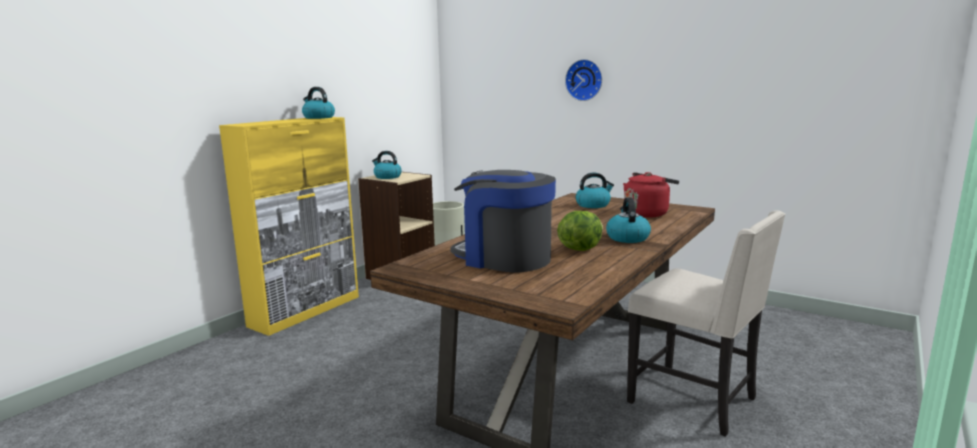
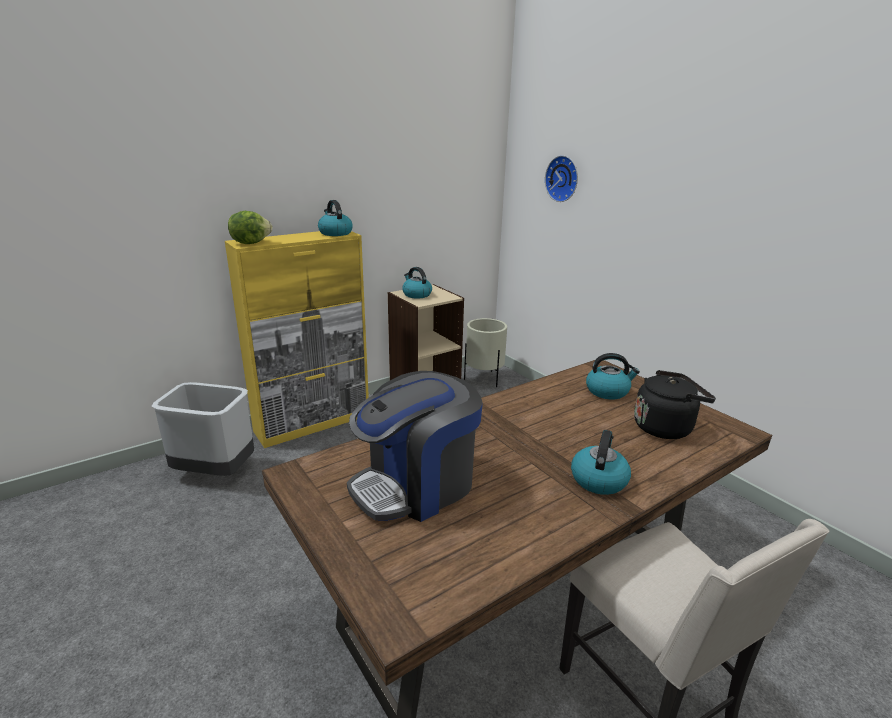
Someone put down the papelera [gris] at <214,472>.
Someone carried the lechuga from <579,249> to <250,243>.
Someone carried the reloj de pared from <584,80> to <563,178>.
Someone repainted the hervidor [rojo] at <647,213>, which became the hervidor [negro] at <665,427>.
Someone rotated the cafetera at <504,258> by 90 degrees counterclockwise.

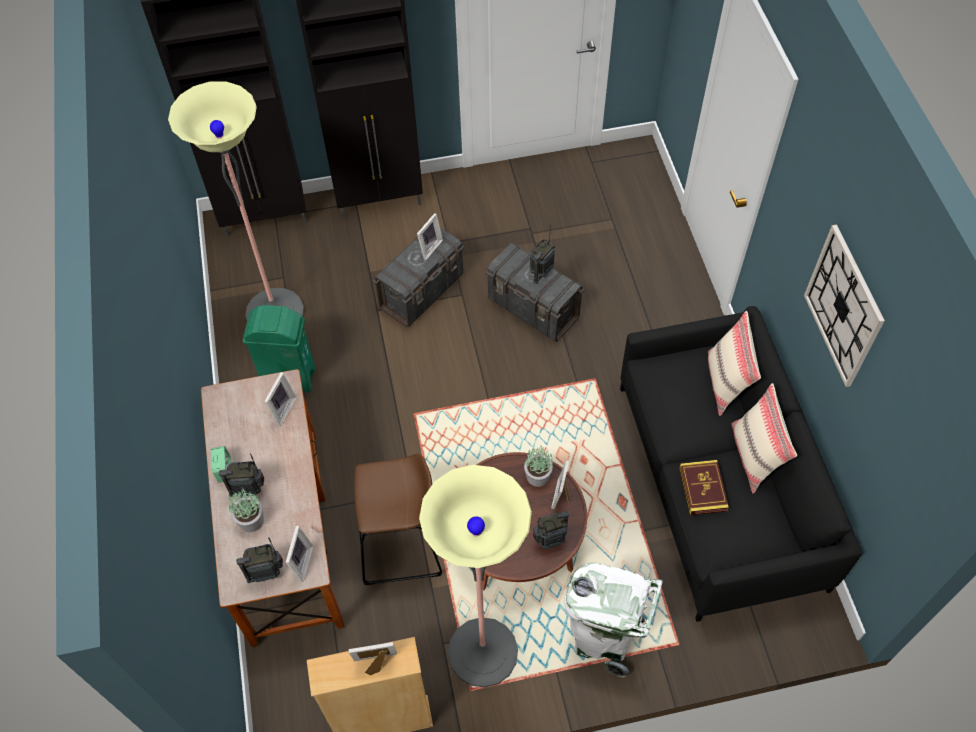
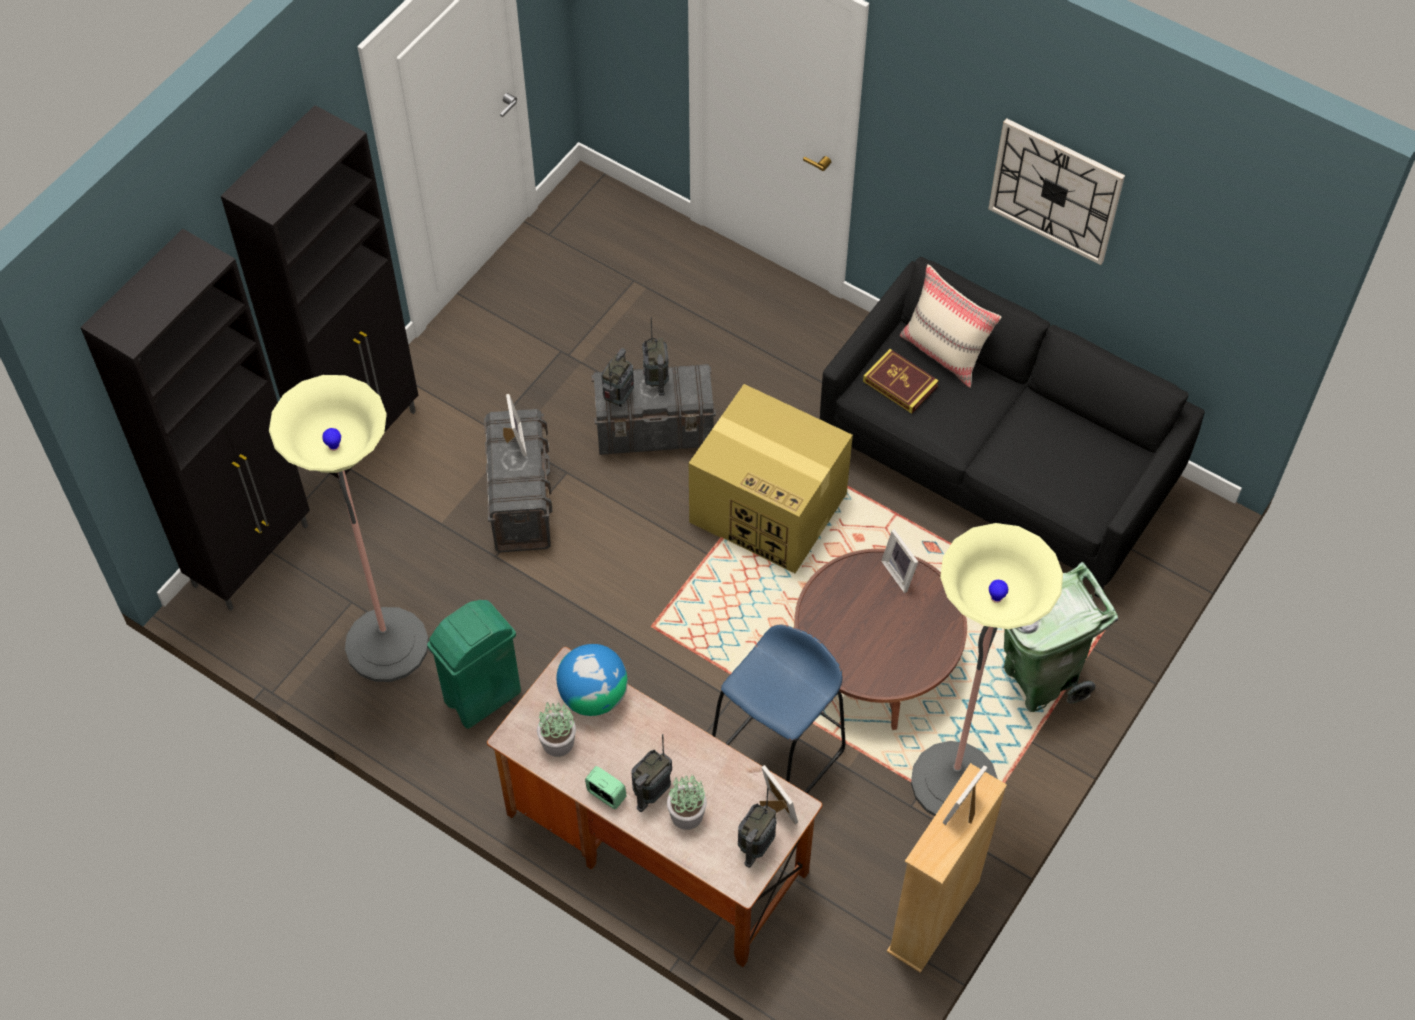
Someone took away the cojín [beis] at <754,456>.
Someone put down the caja de cartón at <770,508>.
Someone carried the planta en maceta from <537,476> to <557,743>.
Someone carried the radio from <550,540> to <619,397>.
Someone carried the libro from <703,489> to <900,384>.
Someone swapped the portarretratos at <281,409> for the globo terráqueo at <593,695>.
Someone repainted the taburete [marrón] at <400,545>, which became the taburete [azul] at <777,756>.
Someone repainted the papelera [blanco] at <603,638>, which became the papelera [verde] at <1040,679>.

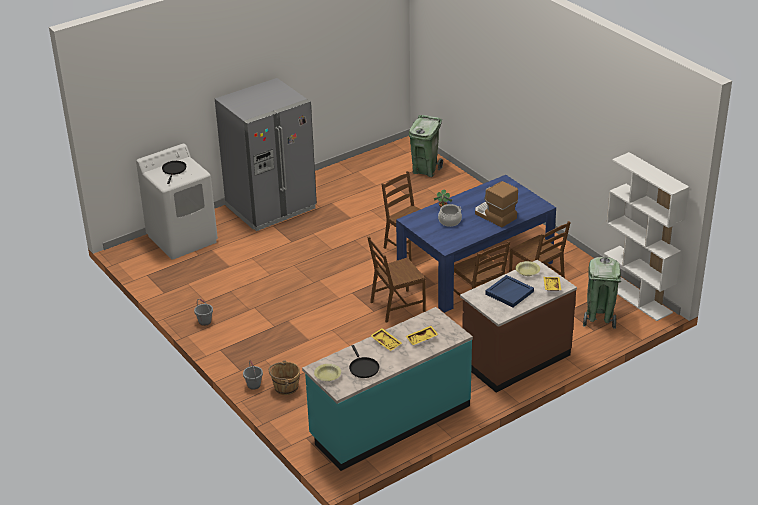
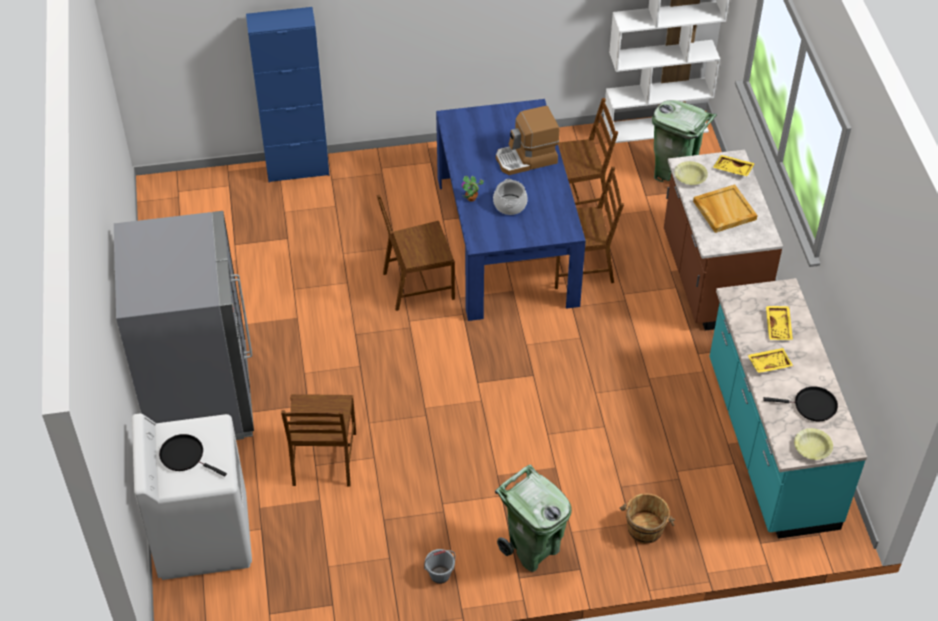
Someone took away the cubo [gris] at <254,385>.
Someone put down the armario [azul] at <297,169>.
Someone carried the silla [marrón] from <397,306> to <324,459>.
Someone carried the papelera [verde] from <425,170> to <532,549>.
Someone repainted the bandeja [azul] at <509,292>, which became the bandeja [beis] at <724,210>.

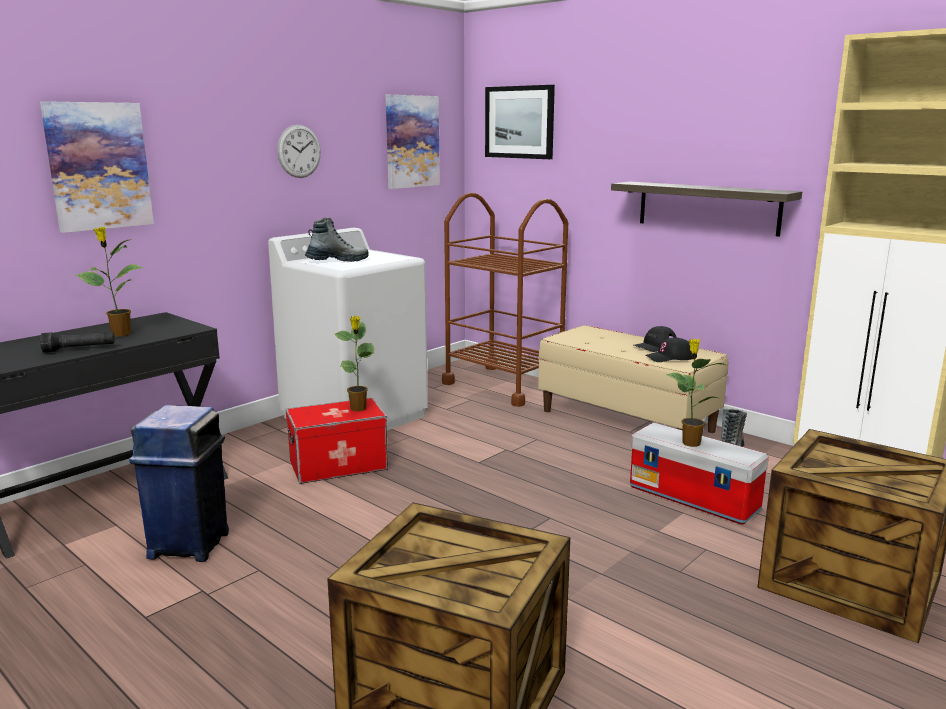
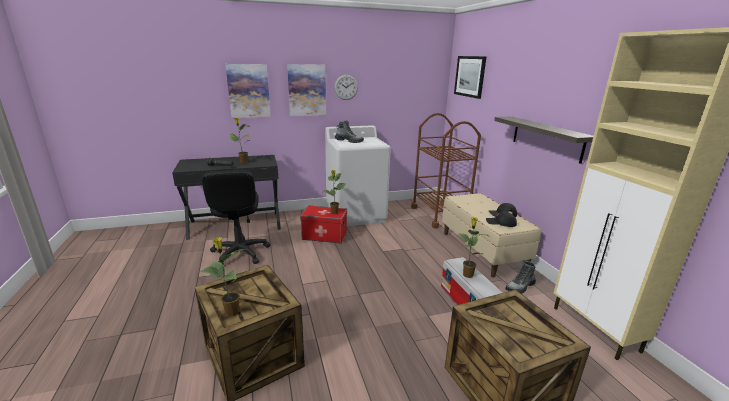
Someone put down the planta en maceta at <231,312>.
Someone carried the cuadro from <411,141> to <307,90>.
Someone swapped the papelera [azul] at <190,544> for the silla de oficina [negro] at <240,253>.

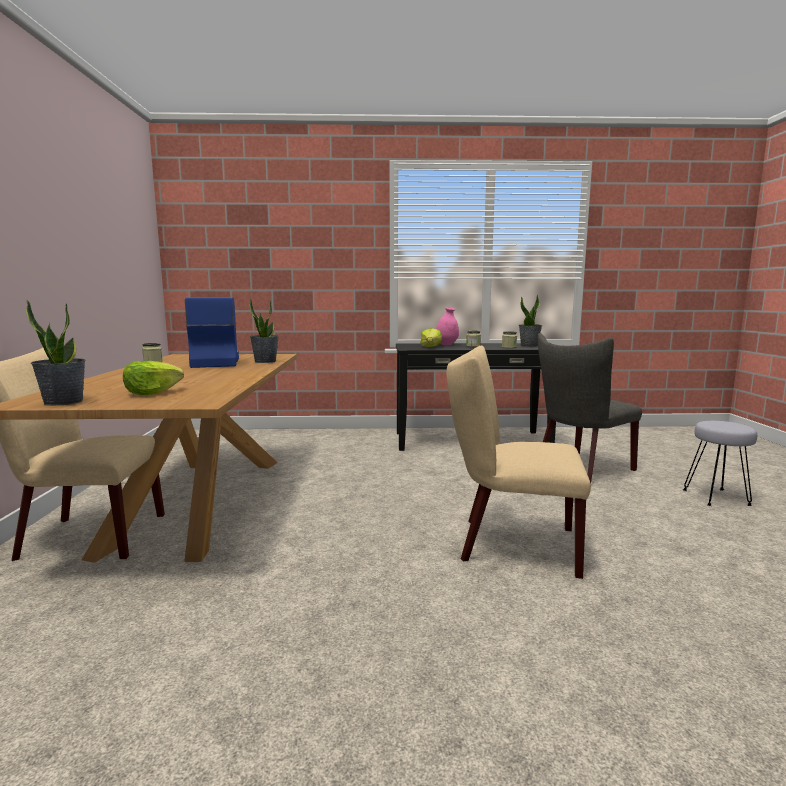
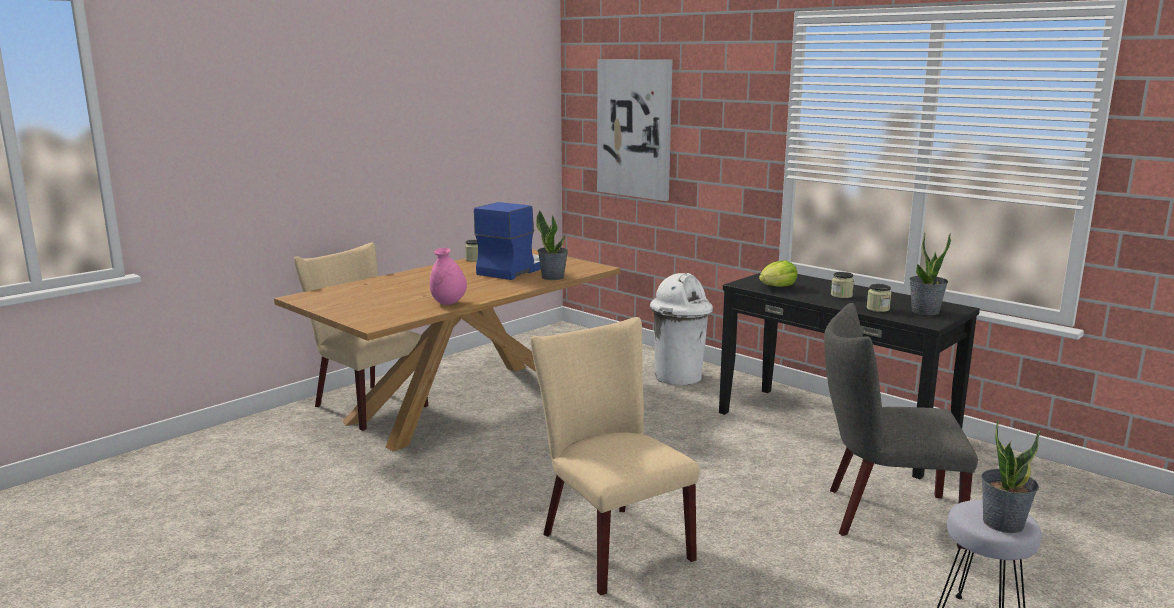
Someone took away the lechuga at <152,393>.
Someone put up the cuadro at <634,128>.
Someone put down the papelera [blanco] at <679,377>.
Someone carried the planta en maceta from <63,402> to <1003,523>.
Someone carried the florero [rosa] from <446,345> to <448,303>.

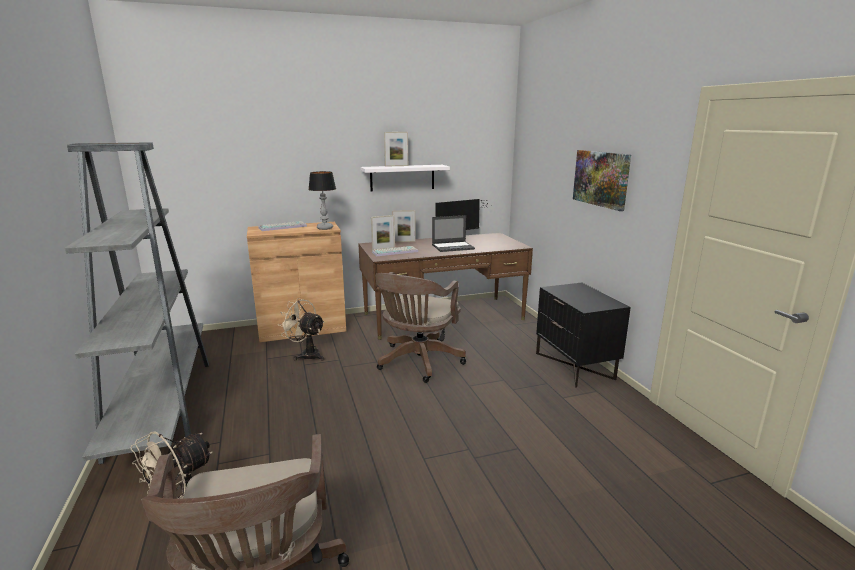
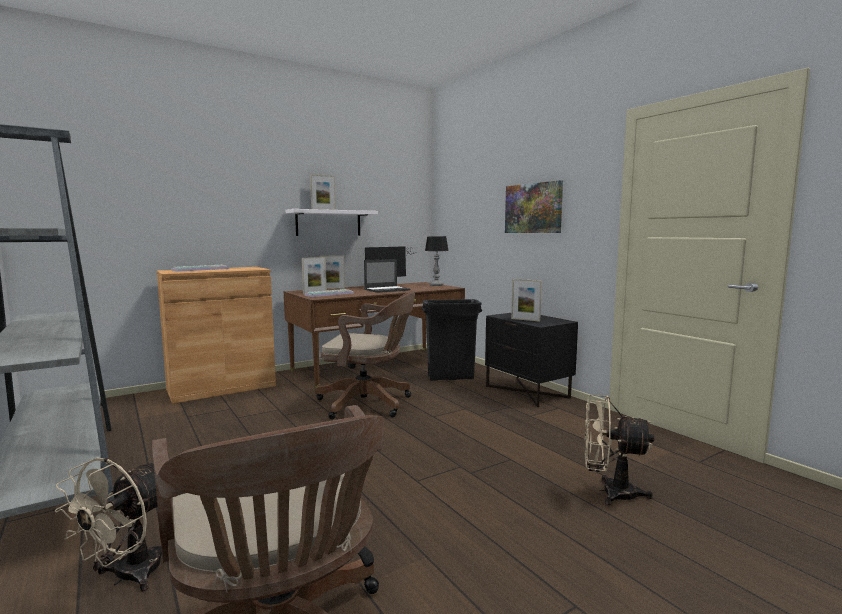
Someone put down the papelera [negro] at <451,378>.
Someone put down the portarretratos at <525,320>.
Someone carried the ventilador [beis] from <306,354> to <609,492>.
Someone carried the lámpara de mesa from <325,228> to <436,285>.
Someone rotated the silla de oficina [marrón] at <418,362> by 90 degrees counterclockwise.

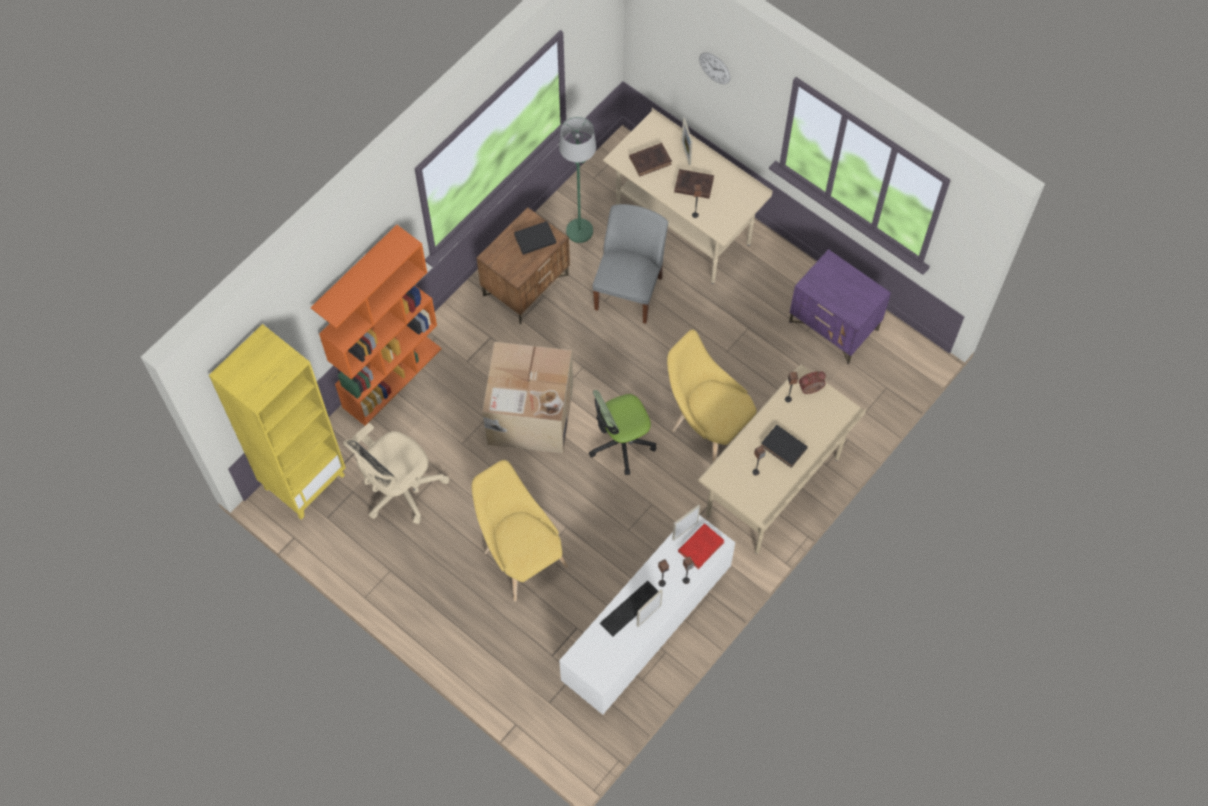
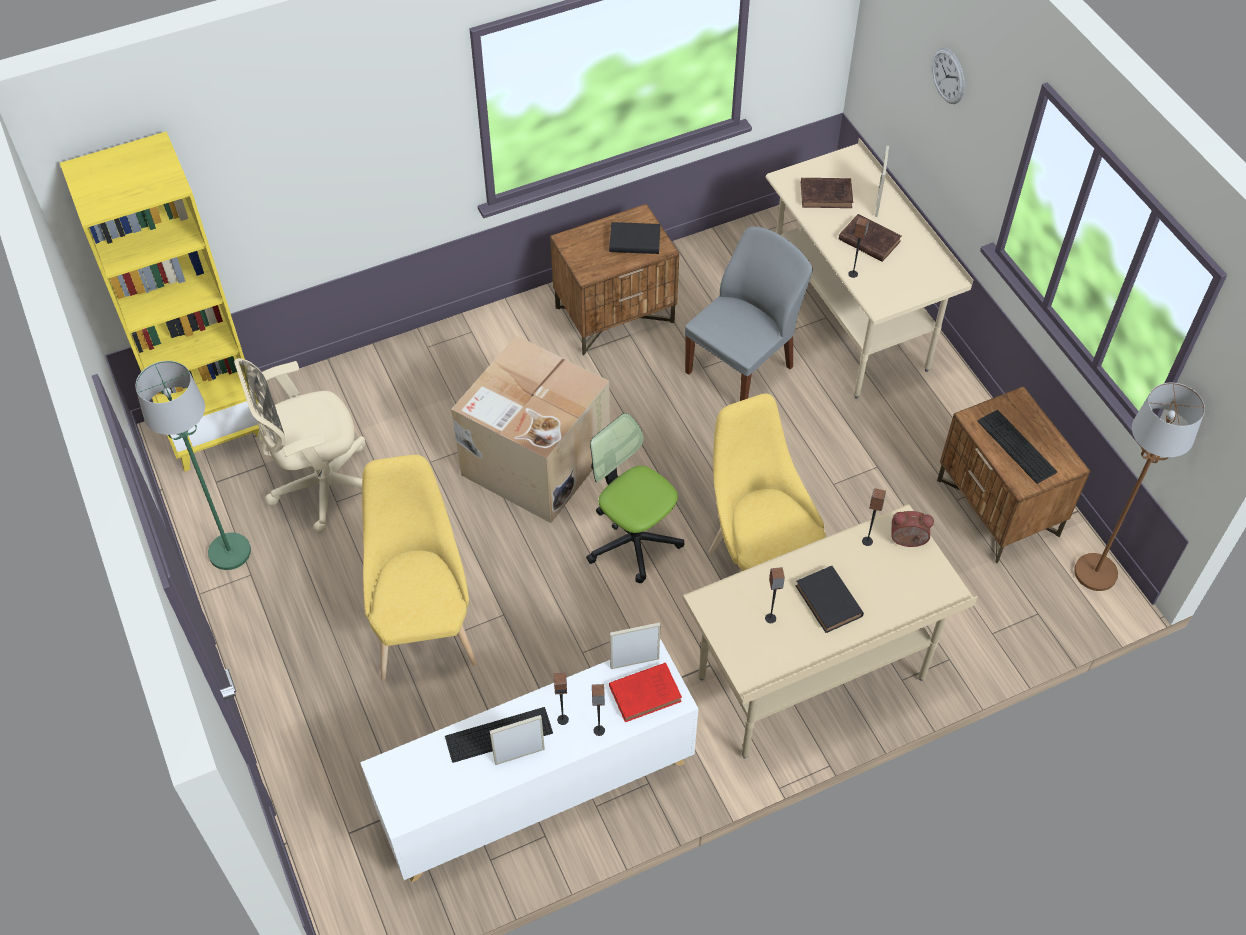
Someone took away the estantería [naranja] at <392,377>.
Someone put down the teclado at <1016,446>.
Someone put down the lámpara de pie [marrón] at <1096,573>.
Someone carried the lámpara de pie [verde] from <579,231> to <229,552>.
Someone repainted the mesita de noche [morado] at <834,326>, which became the mesita de noche [marrón] at <998,508>.
Someone rotated the silla de oficina at <621,442> by 45 degrees clockwise.

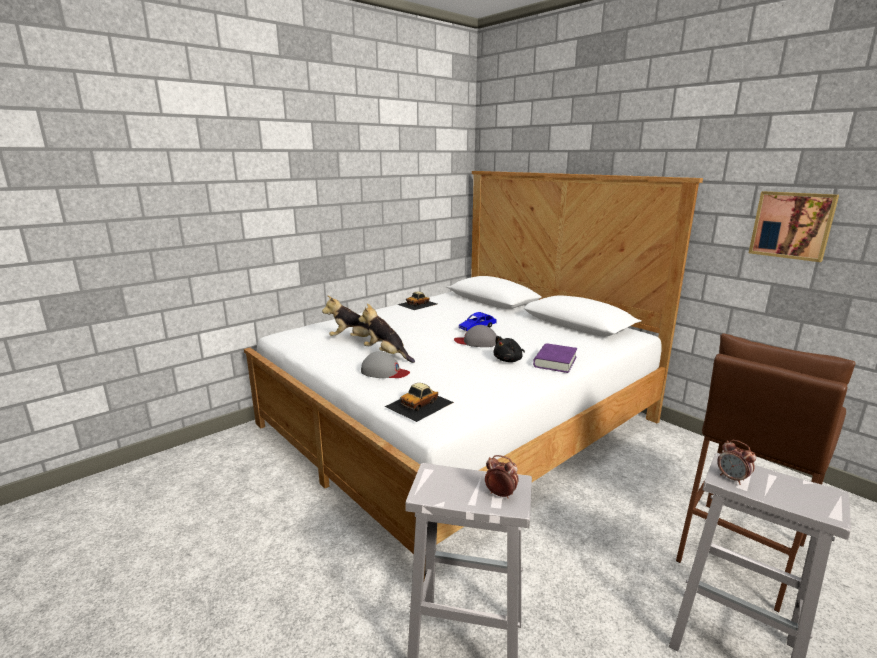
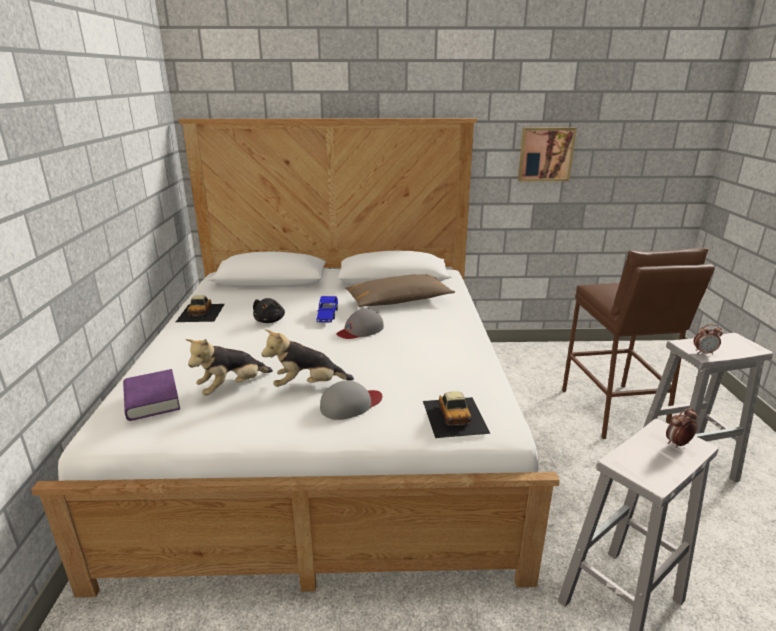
Someone put down the cojín [marrón] at <398,301>.
Someone carried the peluche [negro] from <509,360> to <270,320>.
Someone carried the libro [morado] from <555,362> to <152,400>.

